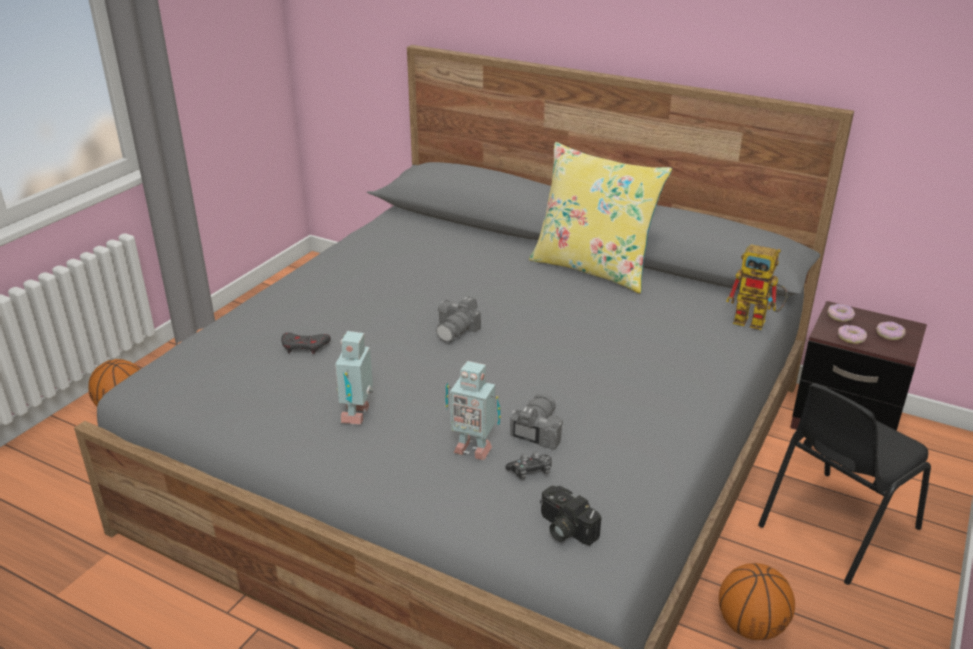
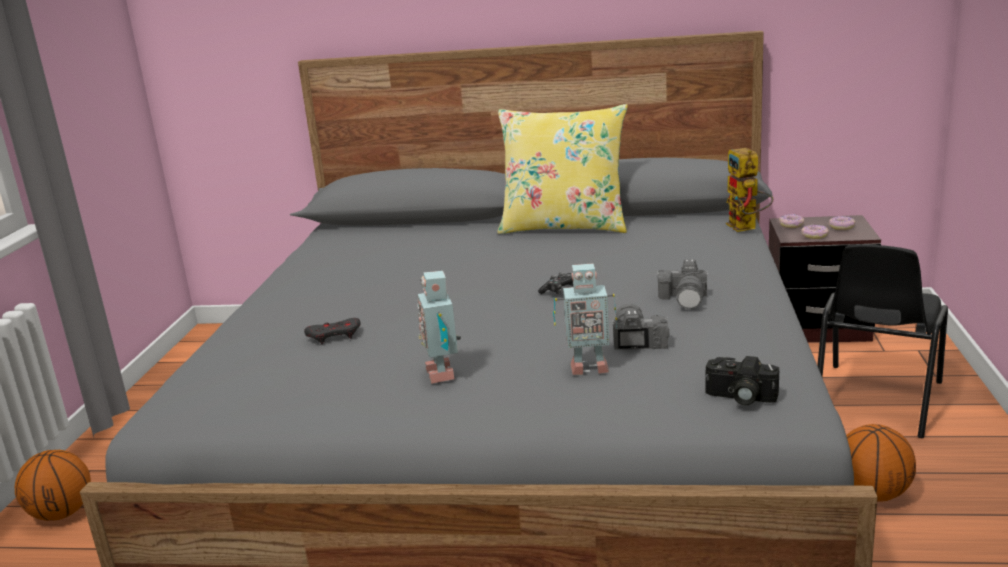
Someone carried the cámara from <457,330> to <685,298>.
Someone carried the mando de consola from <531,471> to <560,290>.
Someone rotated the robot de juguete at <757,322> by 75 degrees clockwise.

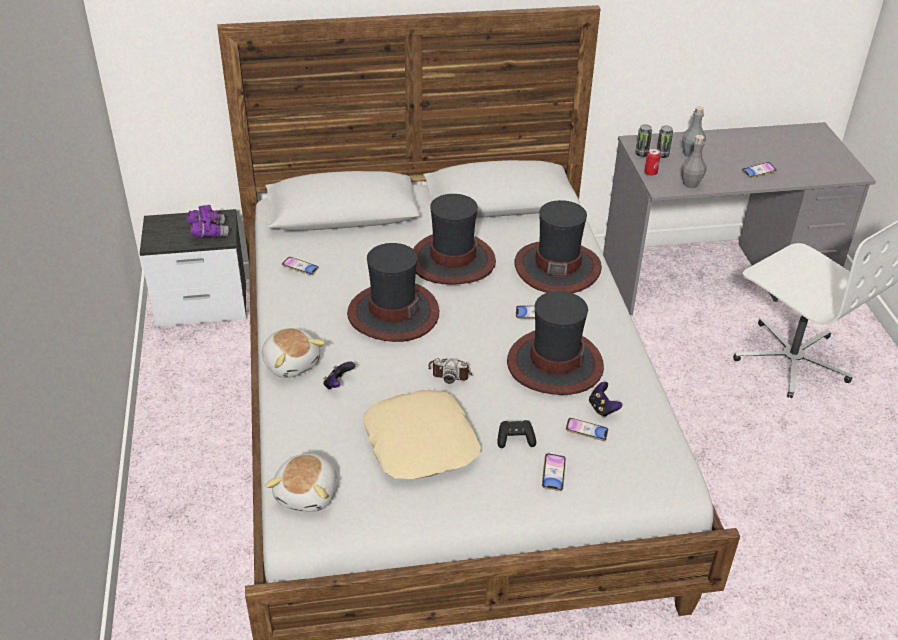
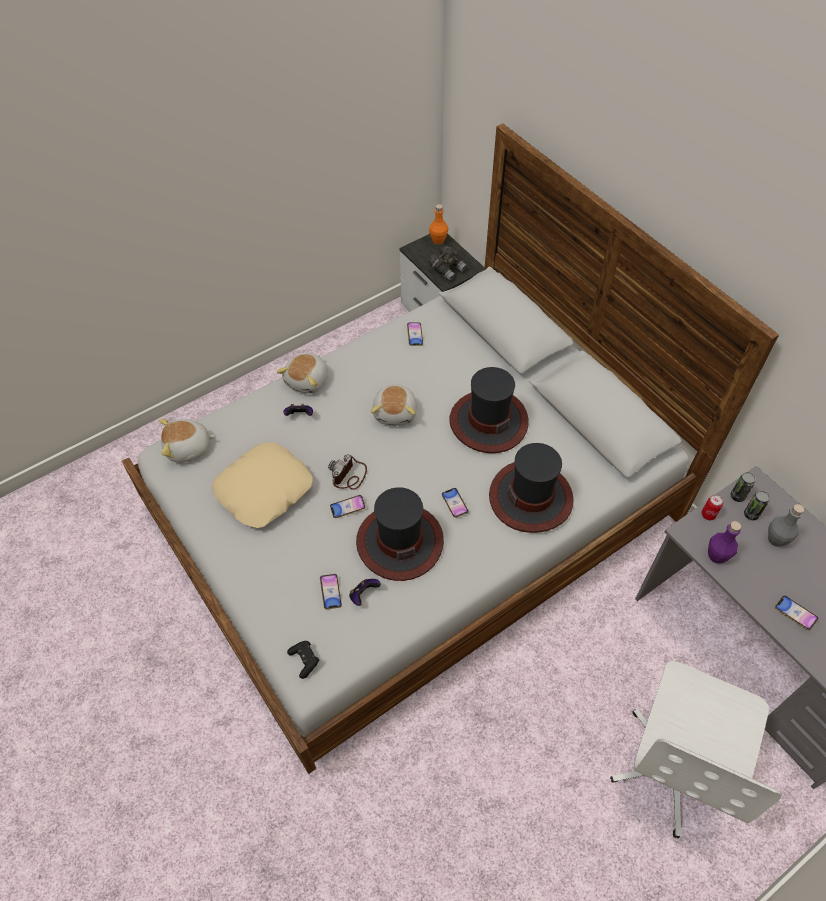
Someone put down the botella [naranja] at <438,240>.
Someone carried the mando de consola [negro] from <515,439> to <305,660>.
Someone carried the móvil from <553,474> to <347,507>.
Someone swapped the sombrero at <392,313> for the peluche at <396,412>.
Someone repainted the prismáticos [morado] at <208,232>, which became the prismáticos [gris] at <447,269>.
Someone repainted the botella [gris] at <690,184>, which became the botella [morado] at <717,556>.
Someone rotated the cámara at <450,372> by 45 degrees clockwise.

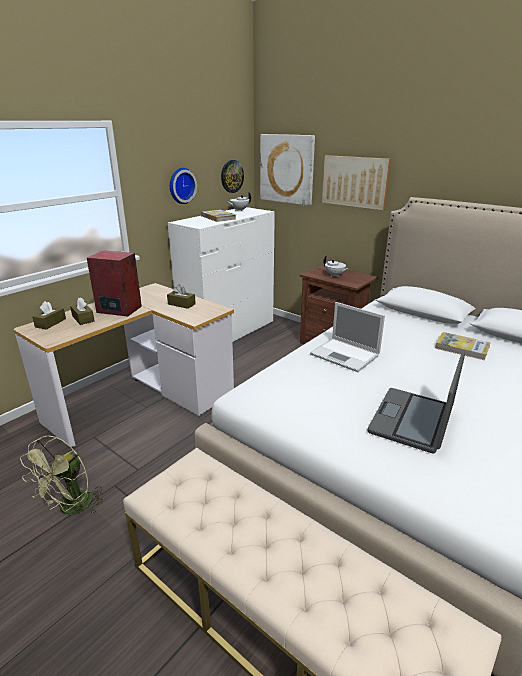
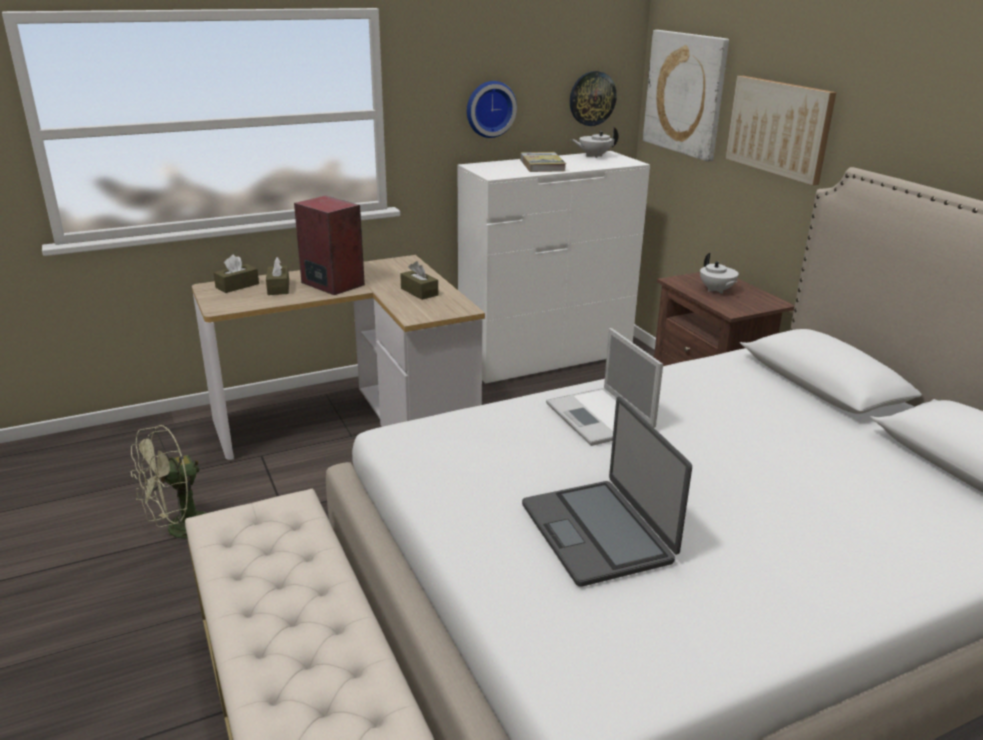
Someone took away the libro at <462,348>.
Someone rotated the portátil at <412,420> by 75 degrees counterclockwise.

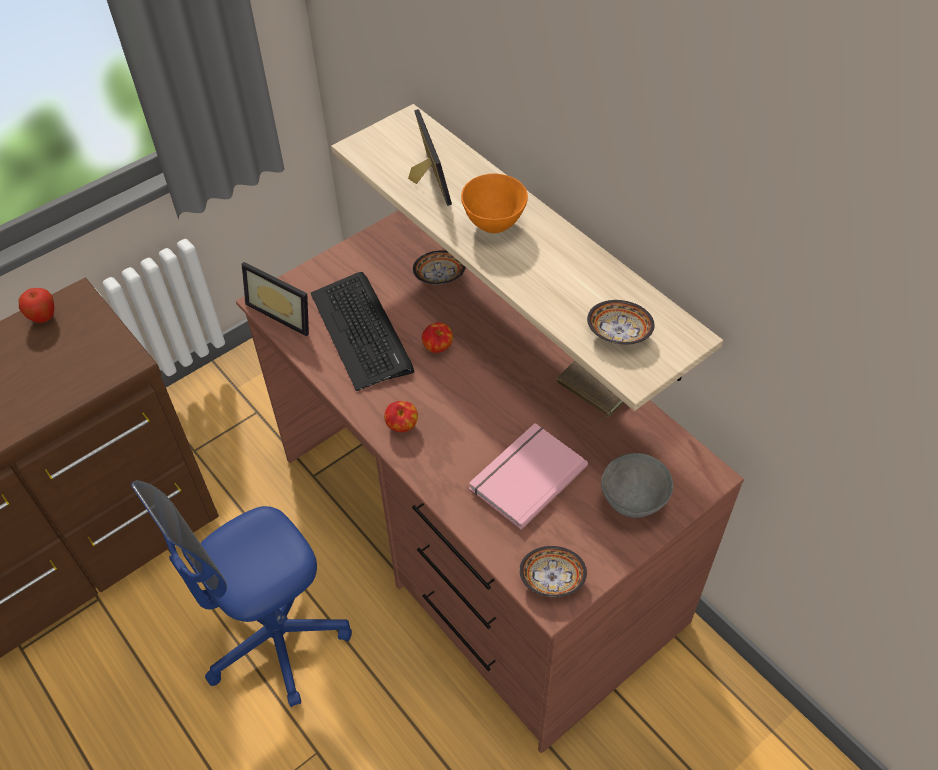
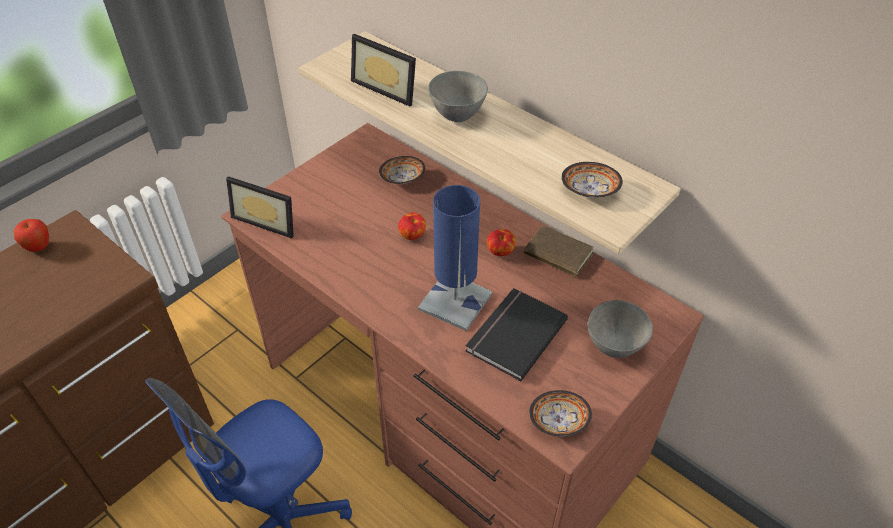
Someone took away the teclado at <362,331>.
Someone put down the lámpara de mesa [azul] at <455,301>.
Someone carried the manzana from <402,426> to <500,252>.
Someone repainted the cuenco [naranja] at <494,224>, which became the cuenco [gris] at <458,116>.
Someone repainted the libro [rosa] at <525,476>, which became the libro [negro] at <513,335>.
Someone rotated the portarretratos at <425,180> by 150 degrees clockwise.

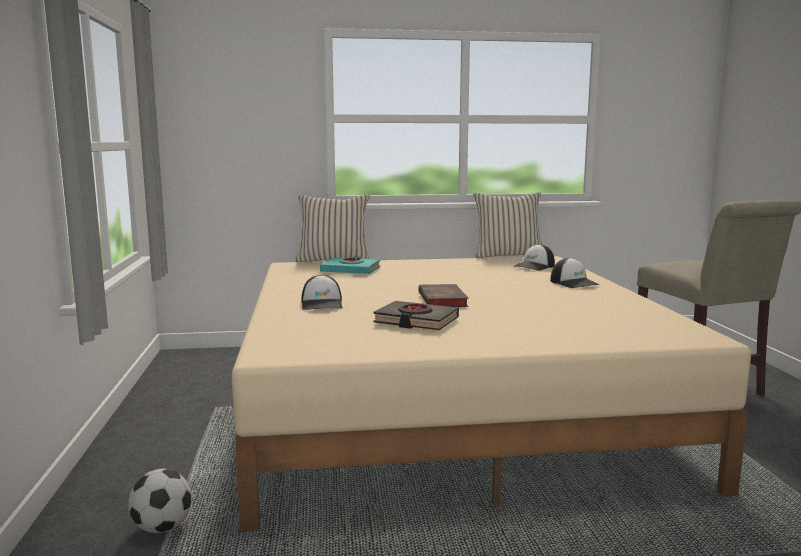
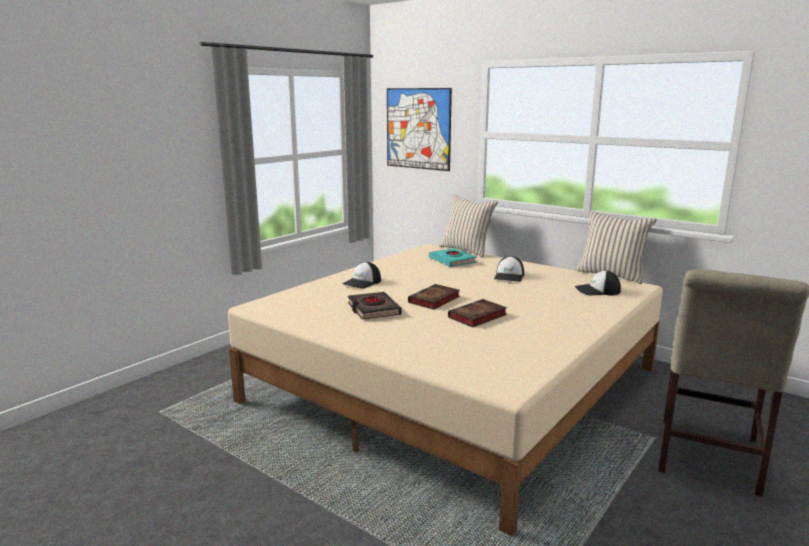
Someone took away the balón de fútbol at <162,527>.
Someone put up the cuadro at <418,128>.
Someone put down the libro at <477,317>.
Someone carried the gorra from <574,283> to <509,276>.

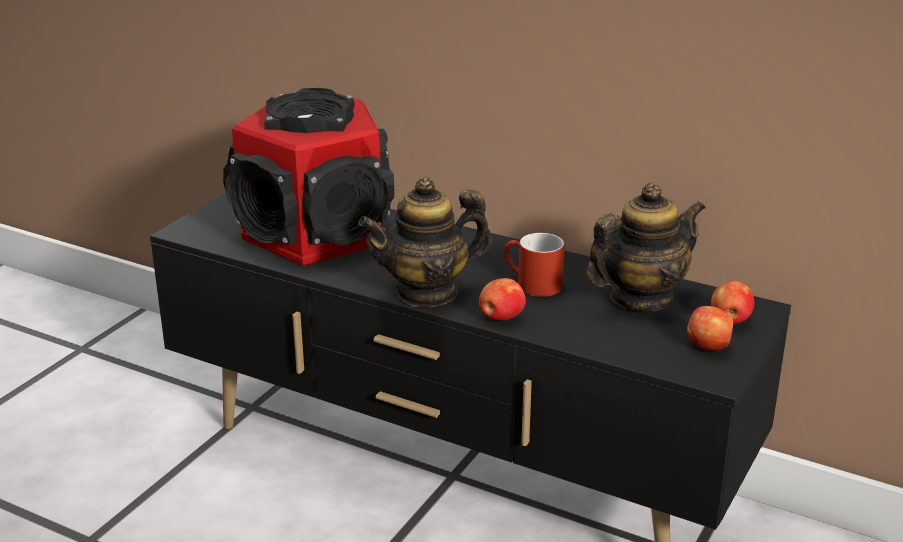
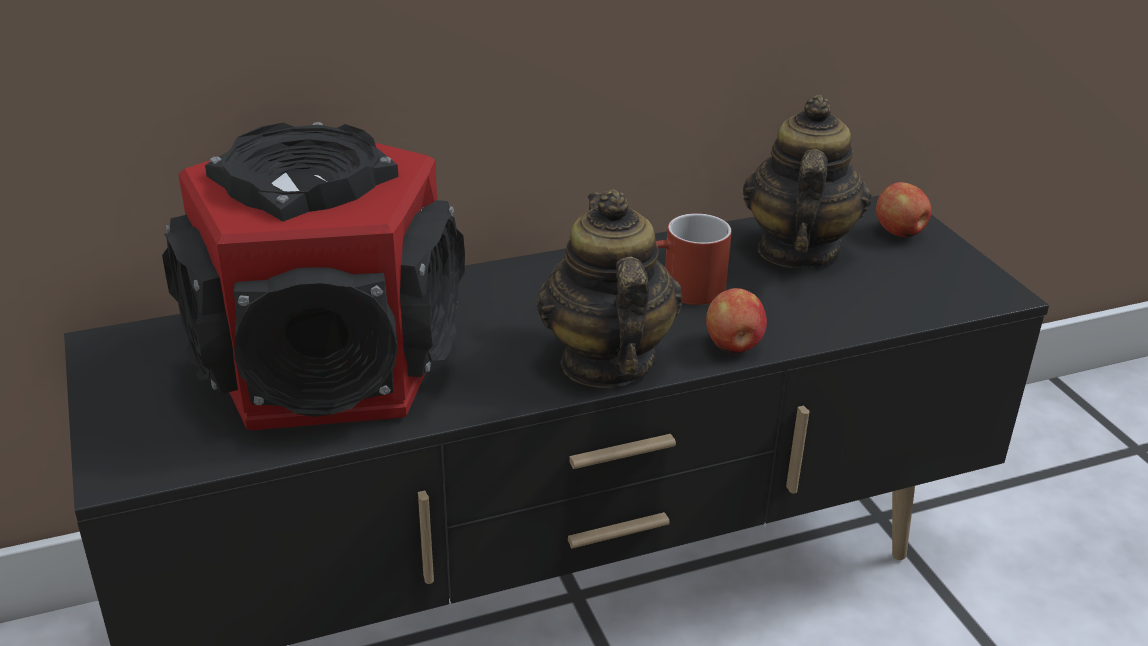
Someone took away the manzana at <709,347>.
Someone rotated the tetera at <427,292> by 150 degrees clockwise.

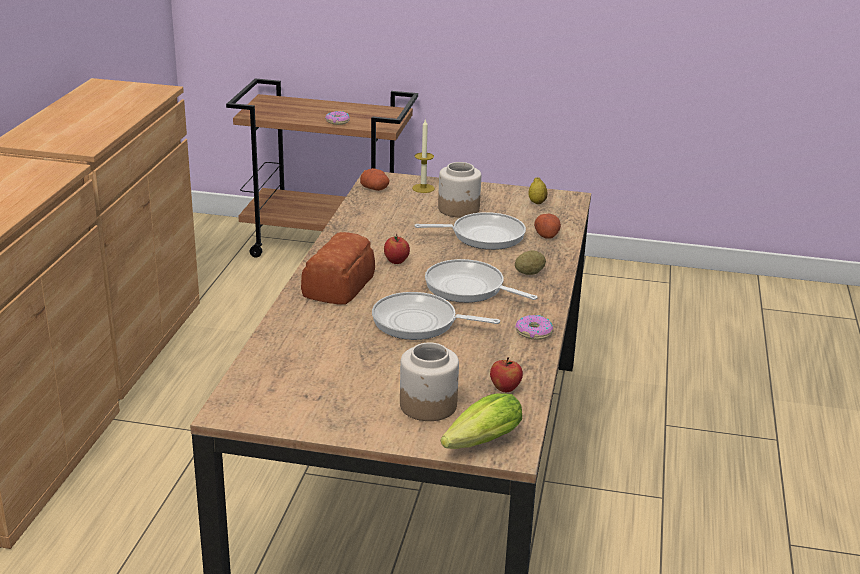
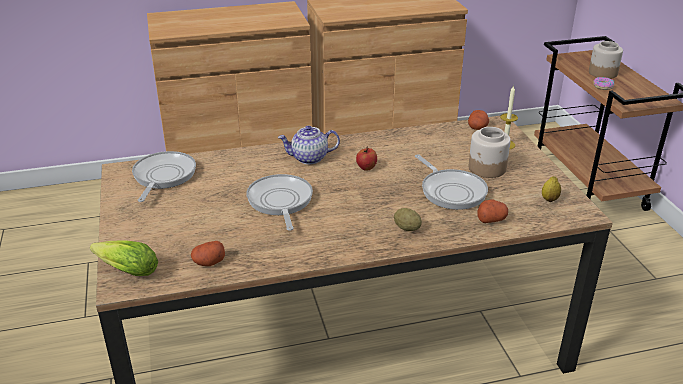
Someone took away the rosquilla at <533,332>.
Someone carried the tarro from <429,405> to <603,73>.
Someone carried the sartén from <468,288> to <163,176>.
Someone swapped the pan at <340,285> for the tetera at <309,158>.
Someone swapped the manzana at <505,388> for the patata at <209,262>.

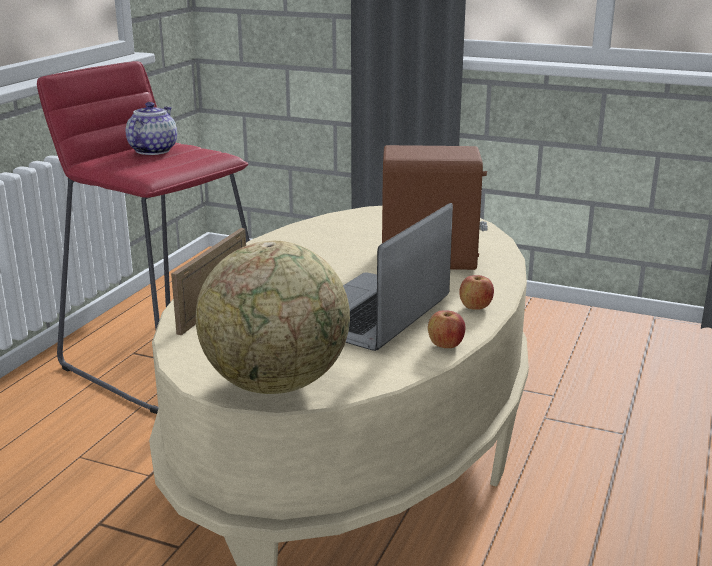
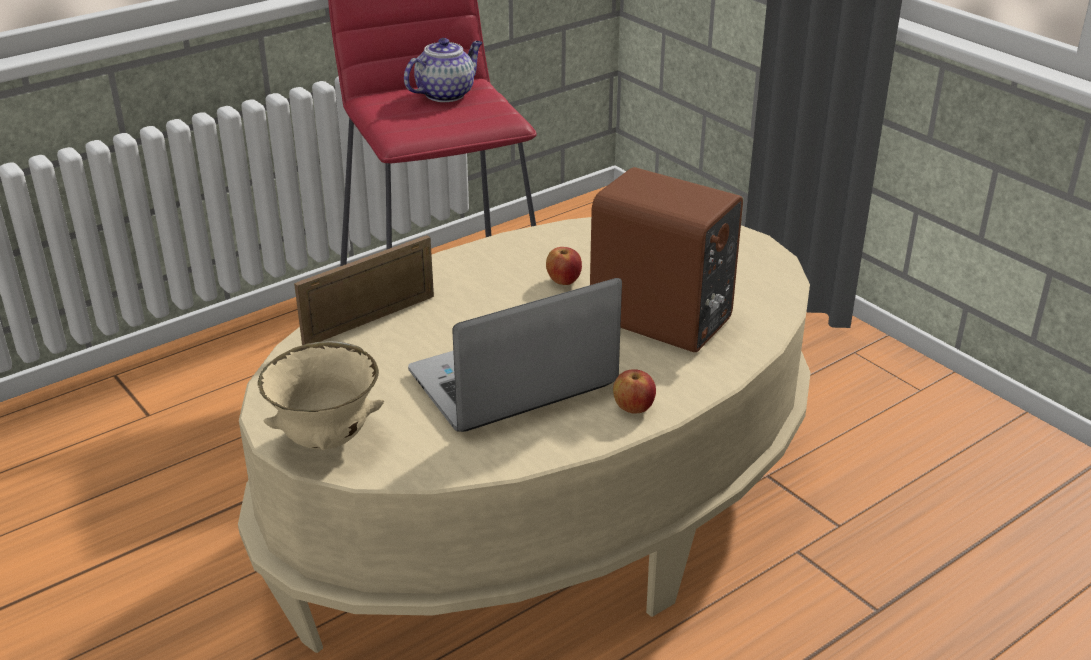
Someone carried the manzana from <446,345> to <563,281>.
Someone swapped the globo terráqueo at <277,384> for the cuenco [beis] at <327,440>.

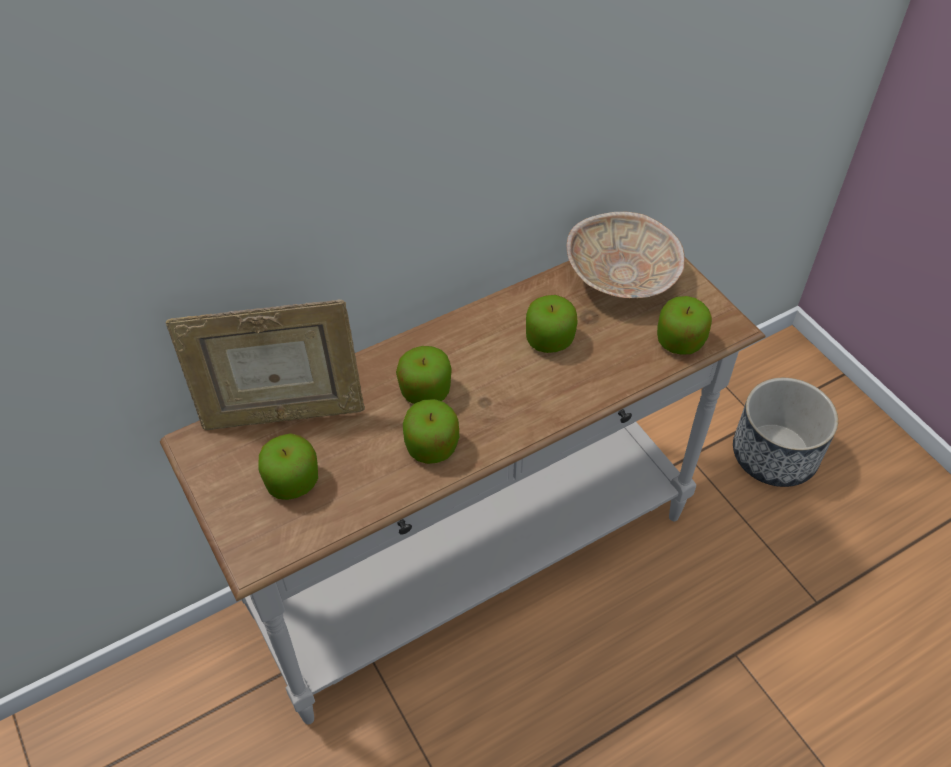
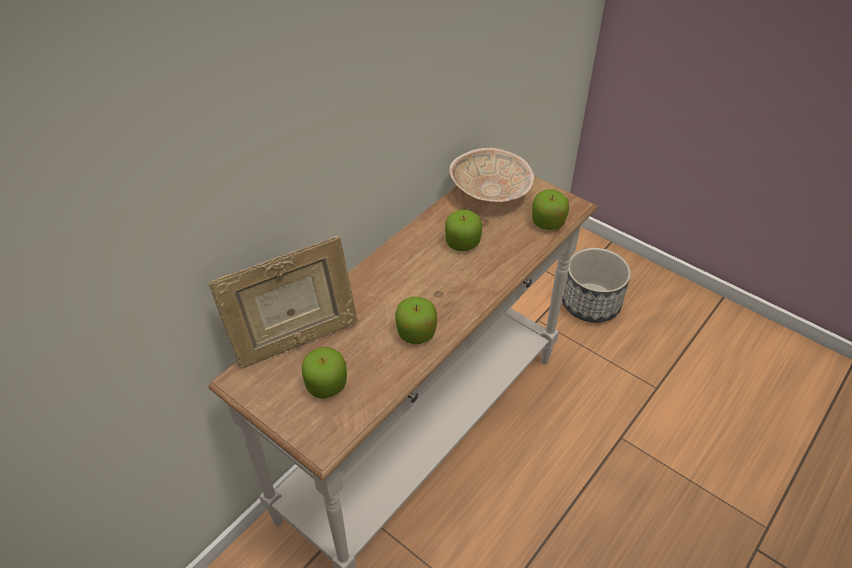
Someone took away the manzana at <425,391>.

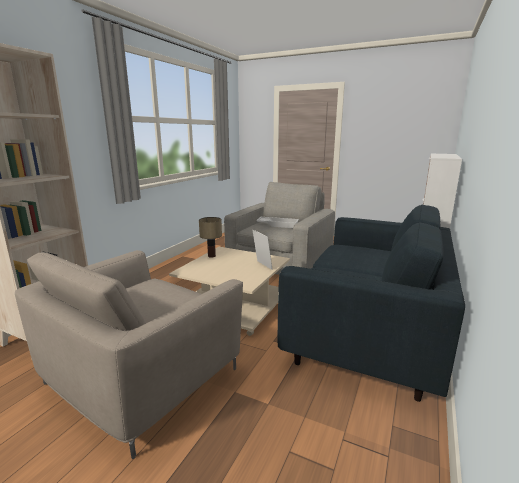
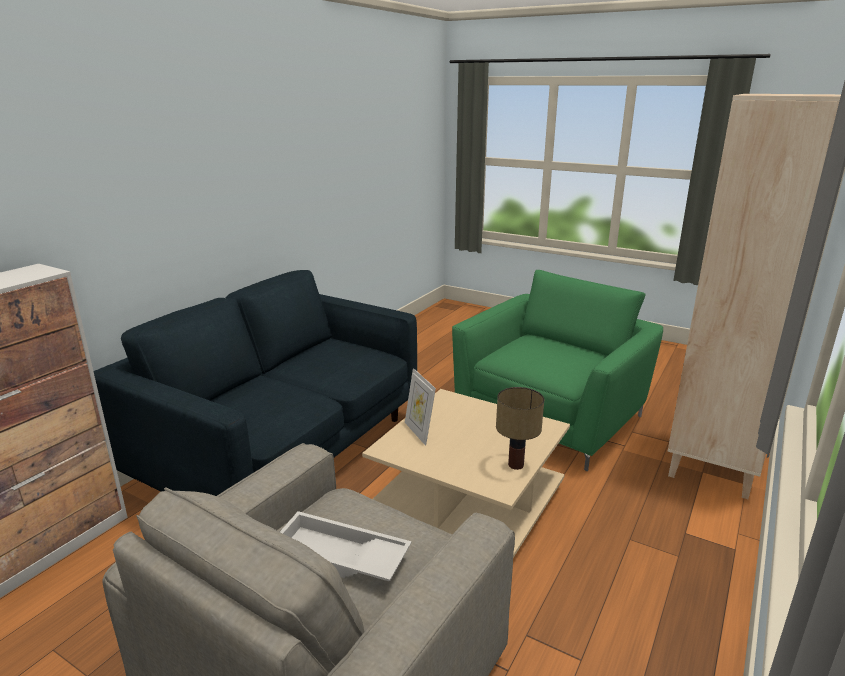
Someone repainted the sillón [beis] at <141,376>, which became the sillón [verde] at <551,417>.

